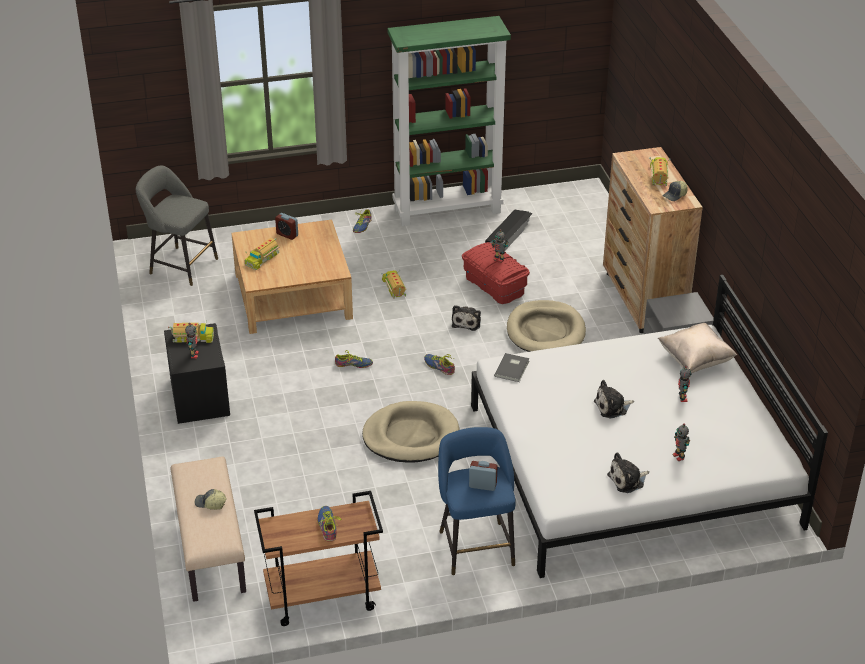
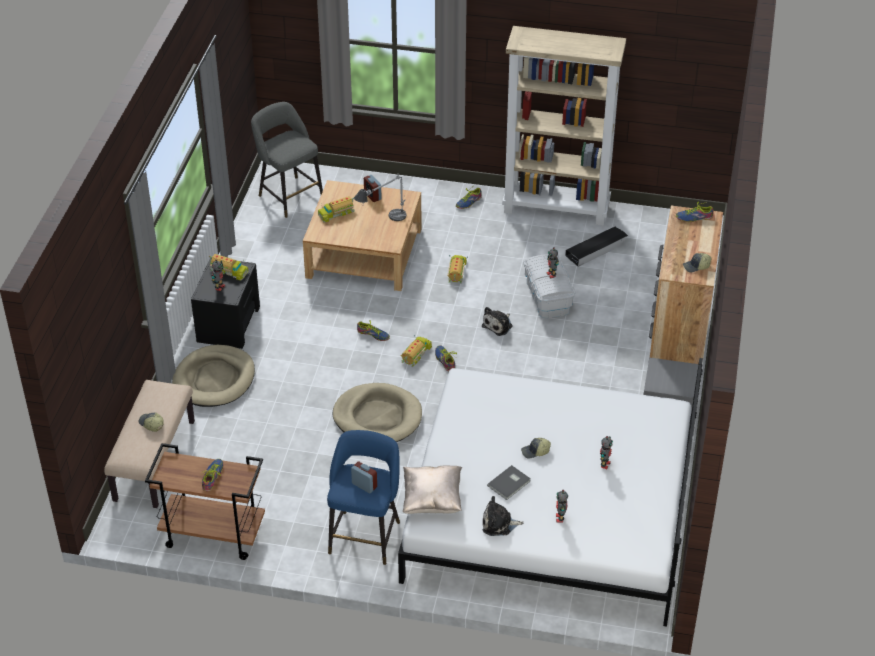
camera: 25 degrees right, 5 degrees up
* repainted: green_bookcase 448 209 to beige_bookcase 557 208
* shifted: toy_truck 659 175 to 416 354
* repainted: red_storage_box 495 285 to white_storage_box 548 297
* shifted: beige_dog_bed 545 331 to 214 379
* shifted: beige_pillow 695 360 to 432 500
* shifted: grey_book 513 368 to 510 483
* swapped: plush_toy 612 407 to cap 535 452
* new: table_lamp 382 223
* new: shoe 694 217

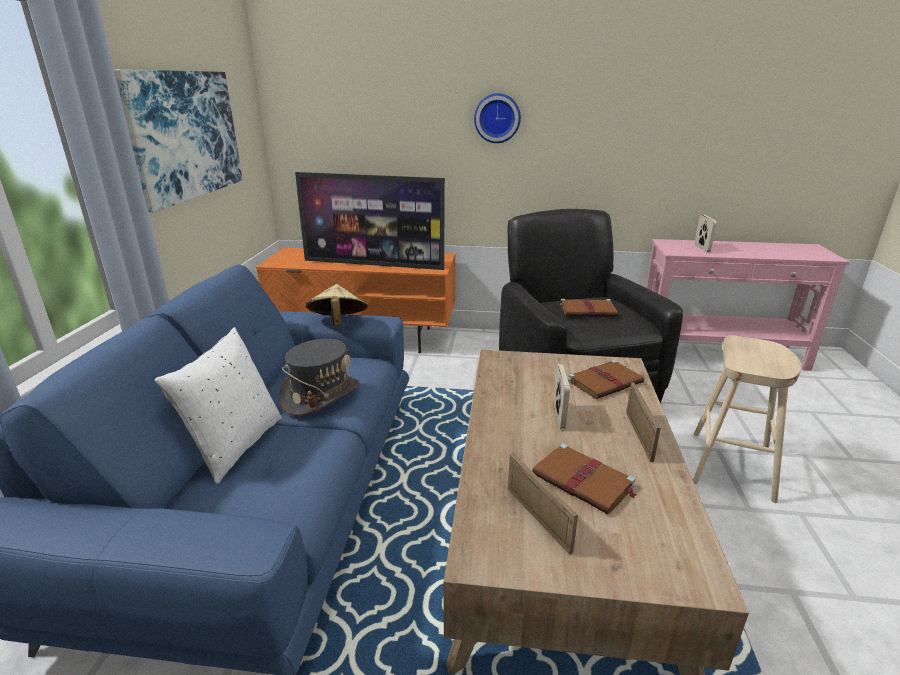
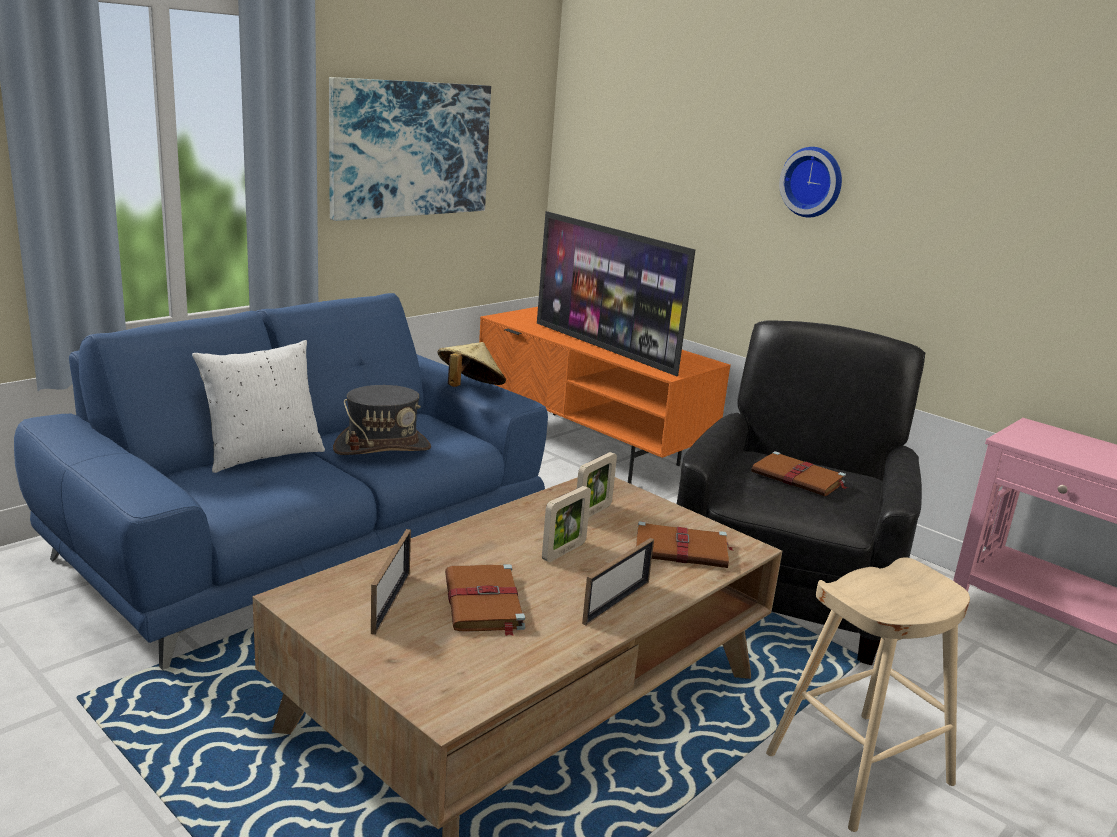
camera: 35 degrees right, 5 degrees down
* shifted: picture_frame 702 248 to 593 512

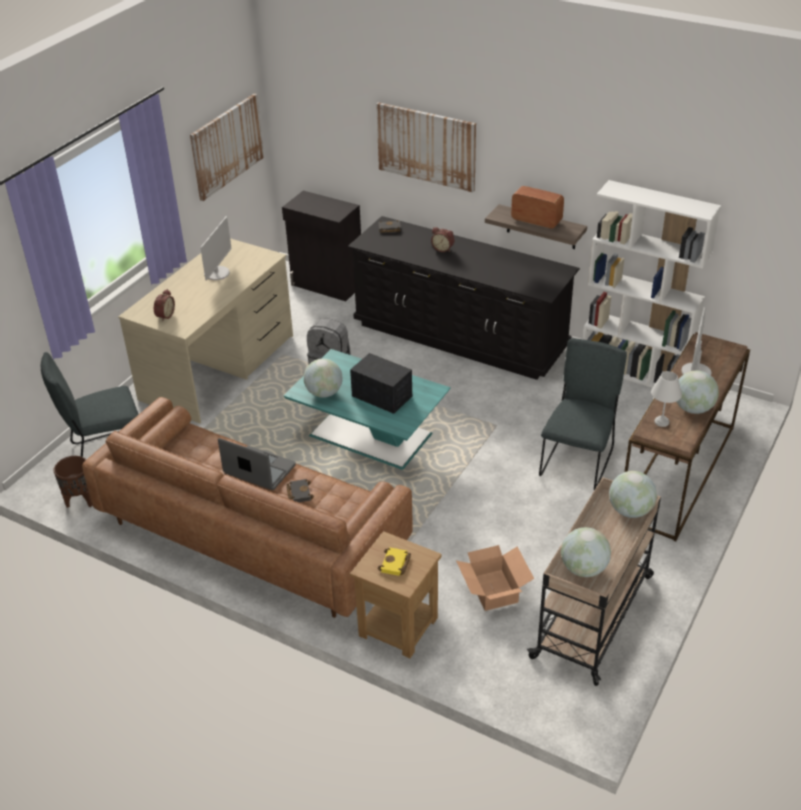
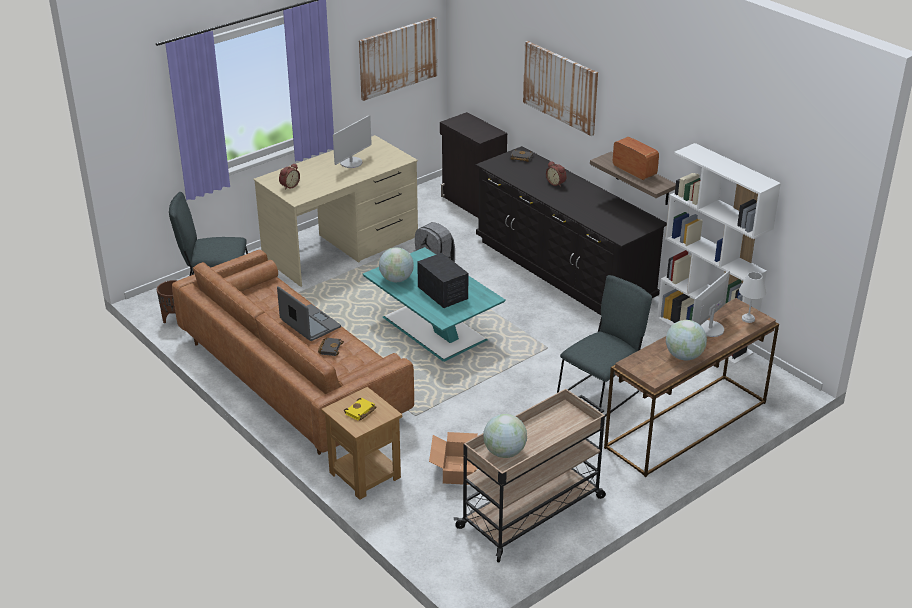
camera: 20 degrees right, 5 degrees down
* shifted: white_table_lamp 661 422 to 747 319
* gone: globe 630 511

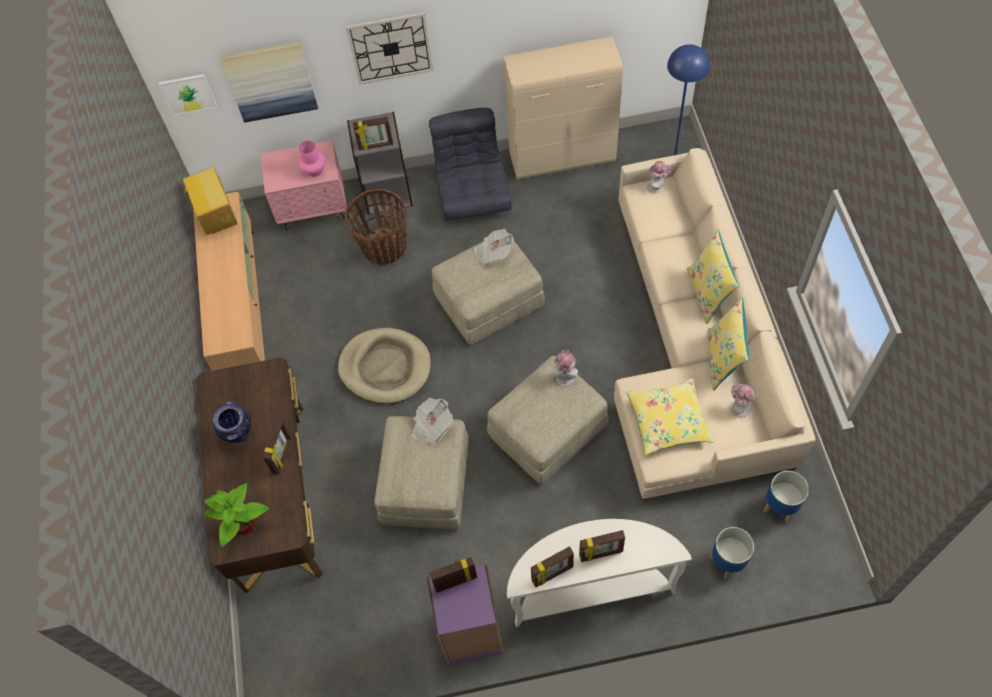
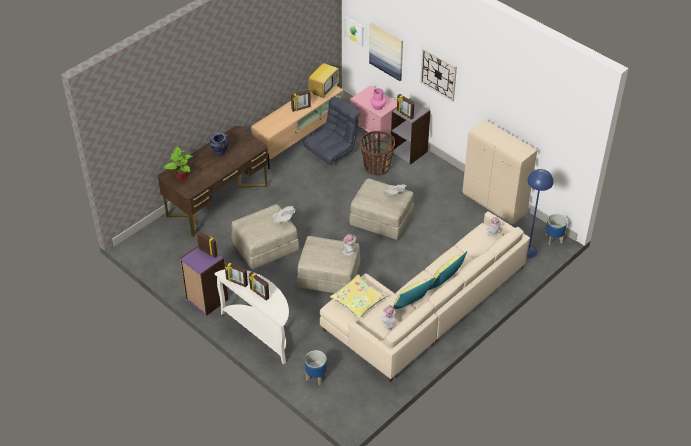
camera: 50 degrees right, 15 degrees down
* shifted: grey_armchair 473 195 to 332 151
* gone: beige_dog_bed 385 367
* shifted: picture_frame 282 456 to 301 108
* shifted: planter 781 506 to 554 239

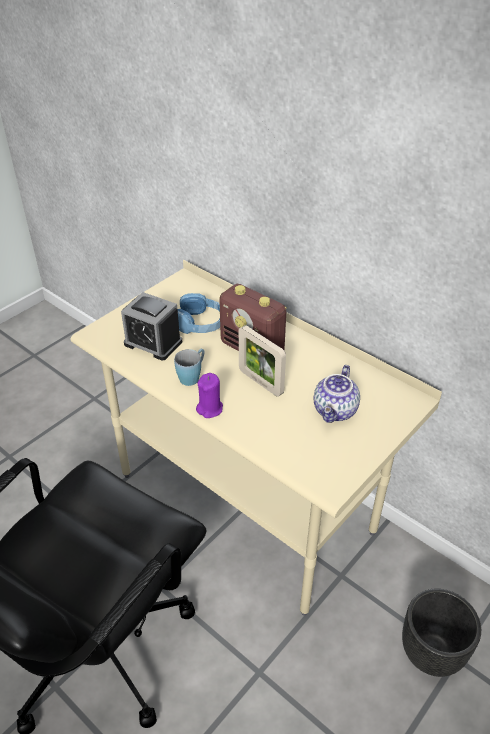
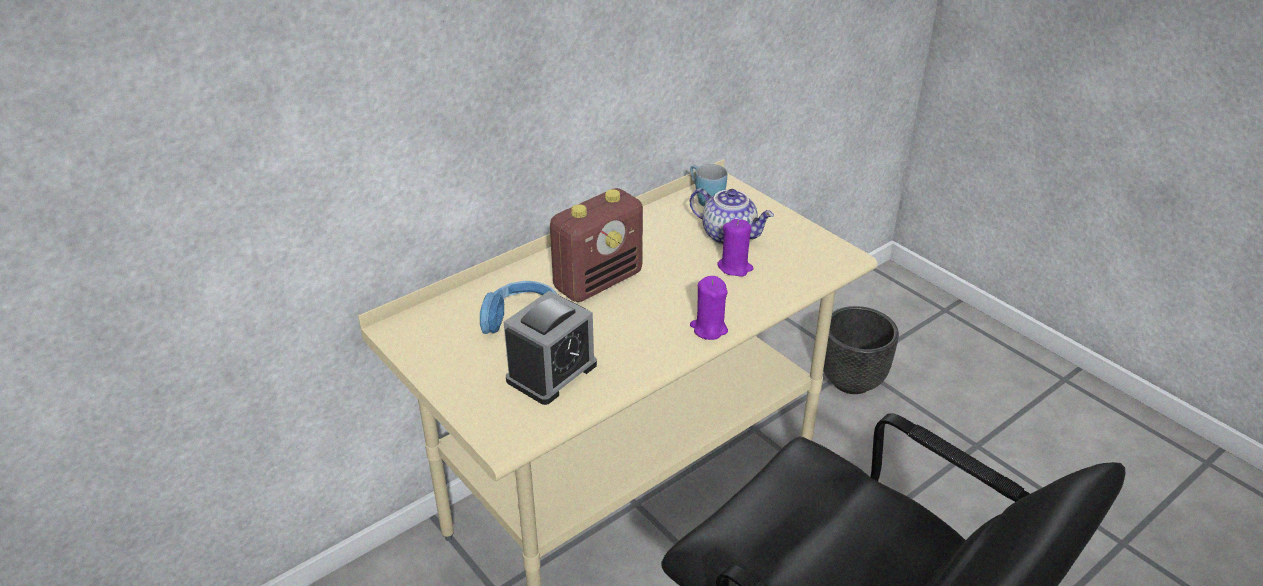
camera: 80 degrees left, 5 degrees down
* gone: picture_frame 260 382
* shifted: blue_mug 192 376 to 705 199
* new: purple_candle 735 267

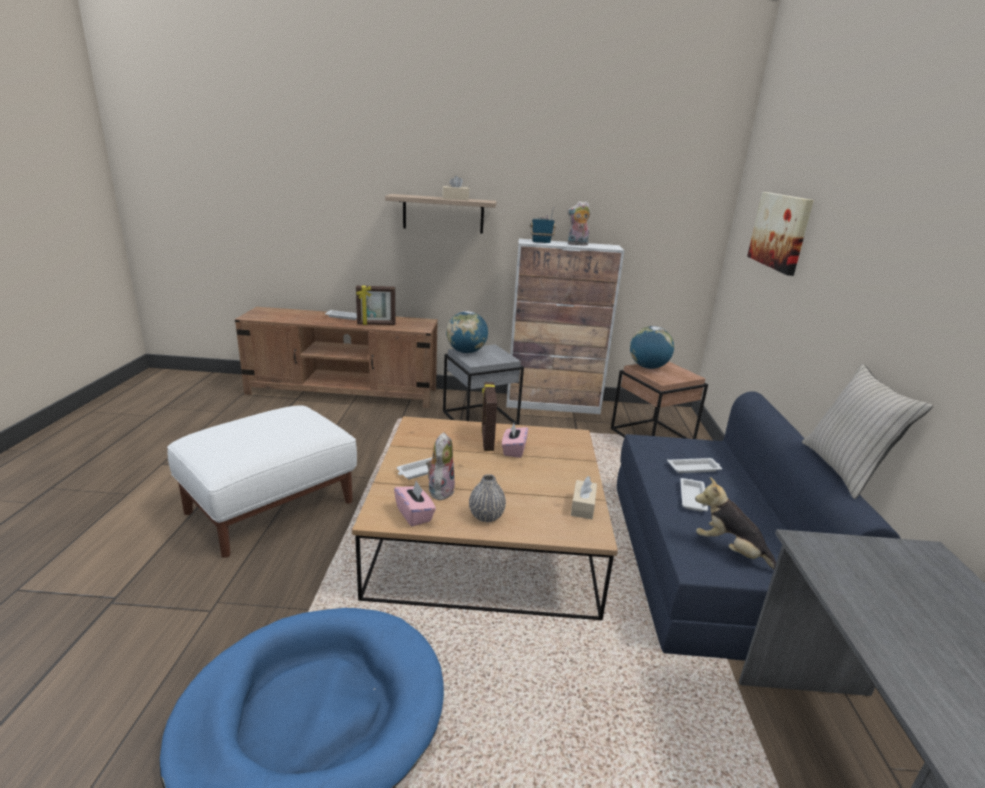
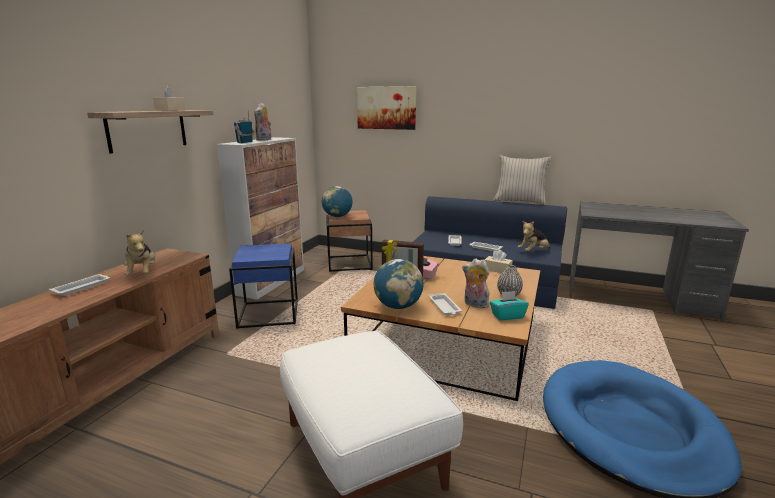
camera: 70 degrees left, 5 degrees down
* swapped: picture_frame 376 324 to plush_toy 142 273
* shifted: globe 466 352 to 398 306
* repainted: grey_side_table 479 419 to blue_side_table 268 314
* repainted: pink_tissue_box 414 515 to turquoise_tissue_box 507 316

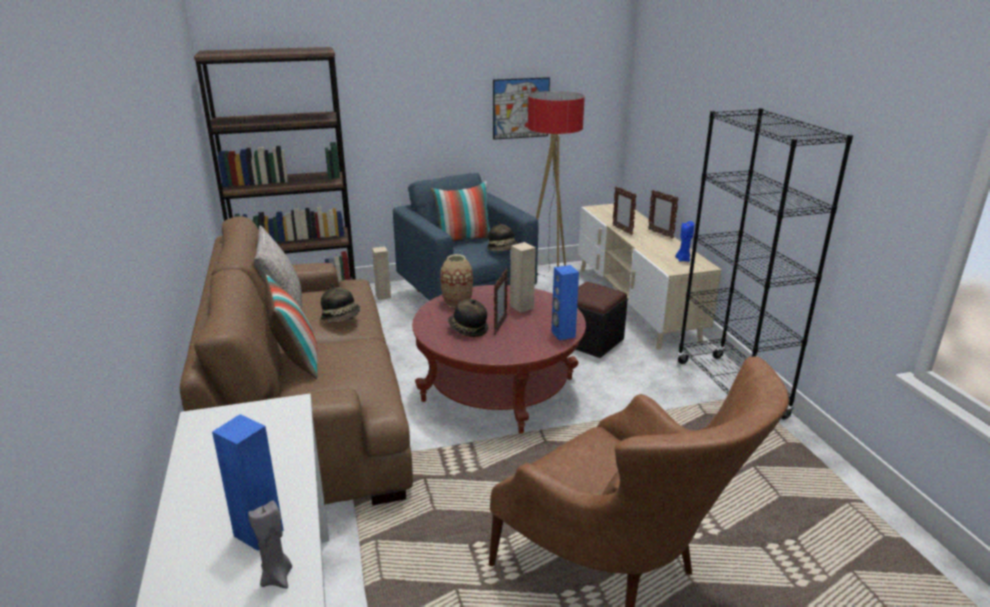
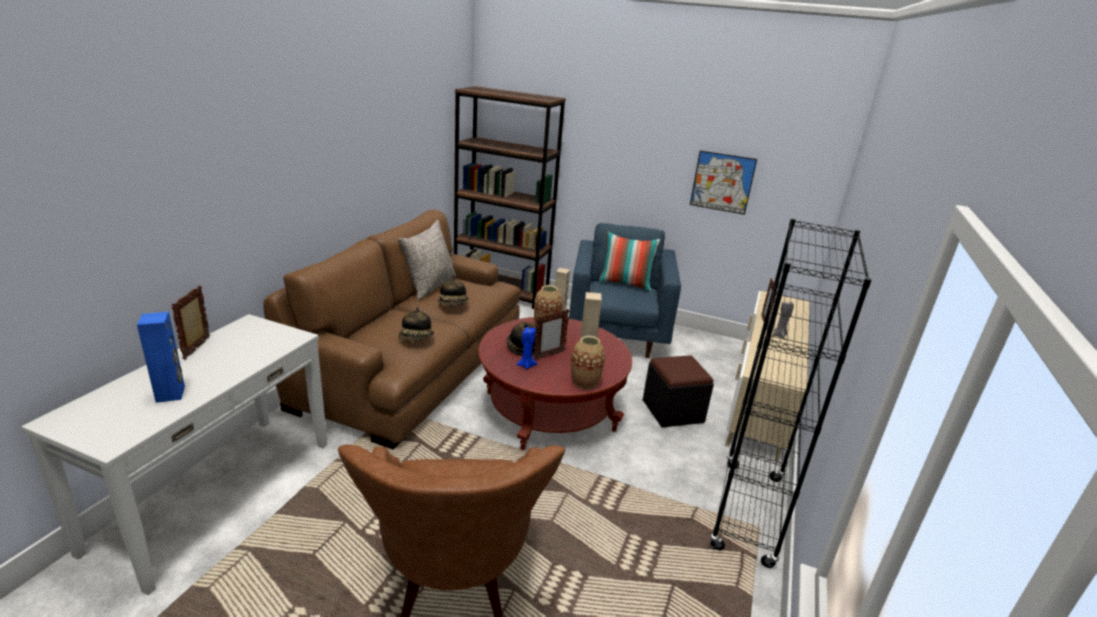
camera: 35 degrees right, 0 degrees up
* gone: floor_lamp 549 278
* shifted: picture_frame 660 234 to 197 348
* shifted: hat 503 249 to 416 339
* shifted: blue_candle 683 260 to 526 365
* swapped: blue_speaker 563 334 to vase 585 382
* gone: pillow 296 362
* shifted: grey_candle 277 577 to 779 335

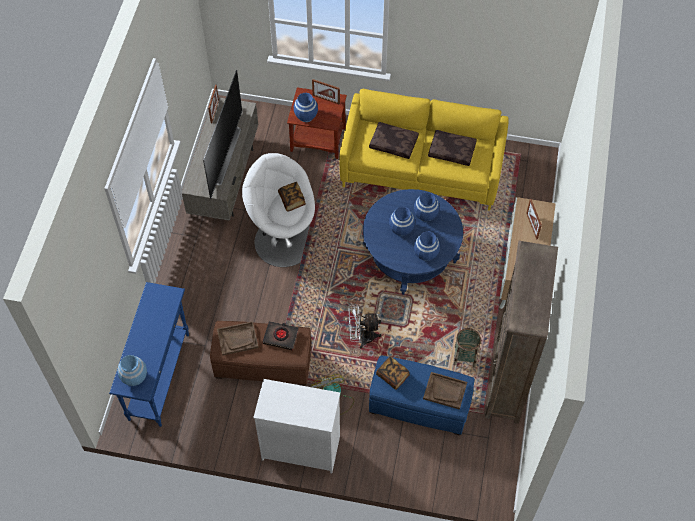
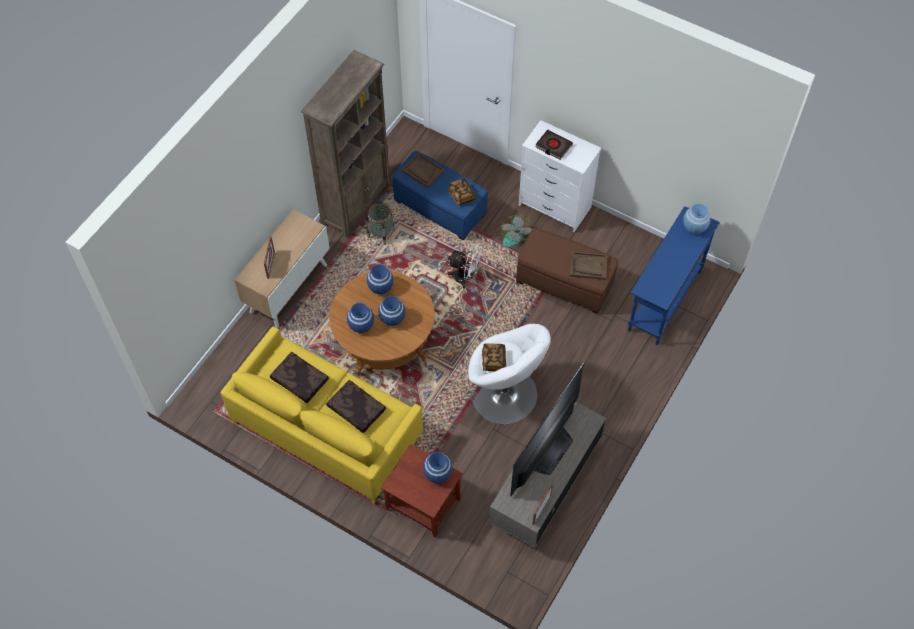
camera: 160 degrees left, 0 degrees up
* gone: picture_frame 326 99
* repainted: blue_coffee_table 410 255 to brown_coffee_table 384 339
* shifted: black_book 281 336 to 553 146

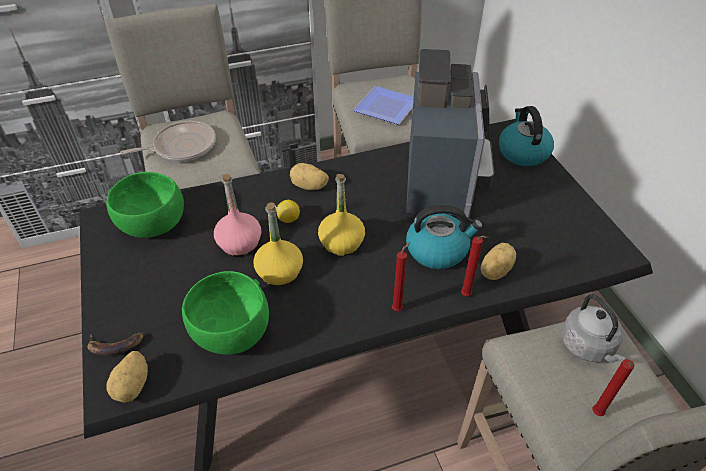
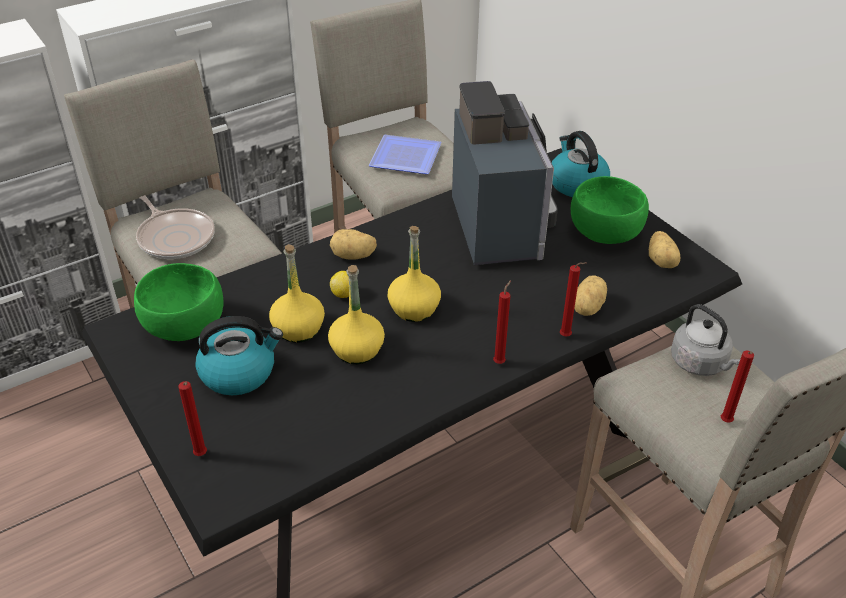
camera: 15 degrees left, 5 degrees down
* rotated: frying_pan 182 146 = 175 237 90 degrees clockwise
* repainted: pink_bottle 240 244 to yellow_bottle 298 329
* shifted: kettle 438 250 to 239 372
* shifted: green_bowl 232 332 to 605 233
* swapped: banana 116 345 to red_candle 201 456
* shifted: potato 133 385 to 662 261

